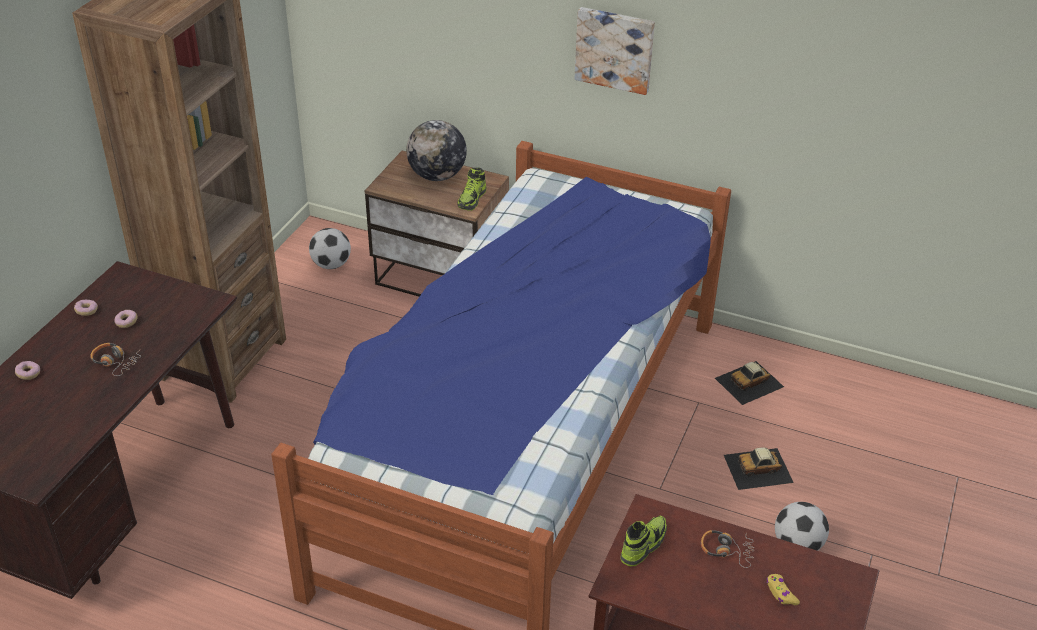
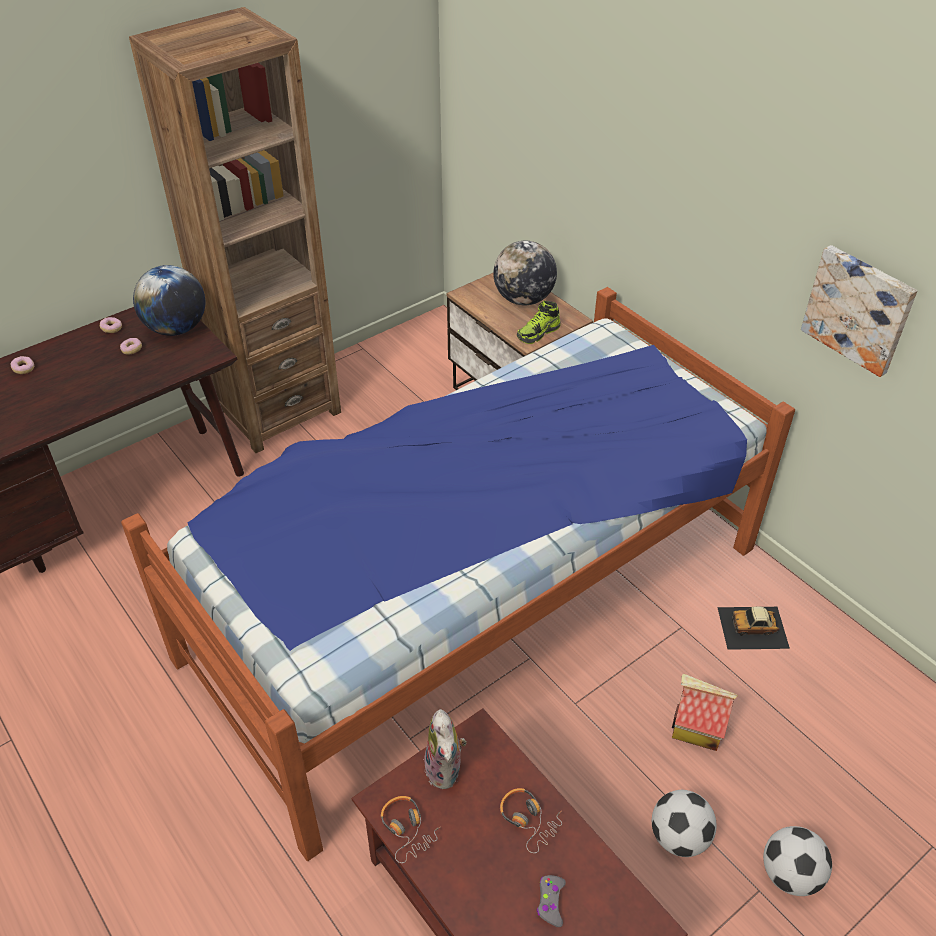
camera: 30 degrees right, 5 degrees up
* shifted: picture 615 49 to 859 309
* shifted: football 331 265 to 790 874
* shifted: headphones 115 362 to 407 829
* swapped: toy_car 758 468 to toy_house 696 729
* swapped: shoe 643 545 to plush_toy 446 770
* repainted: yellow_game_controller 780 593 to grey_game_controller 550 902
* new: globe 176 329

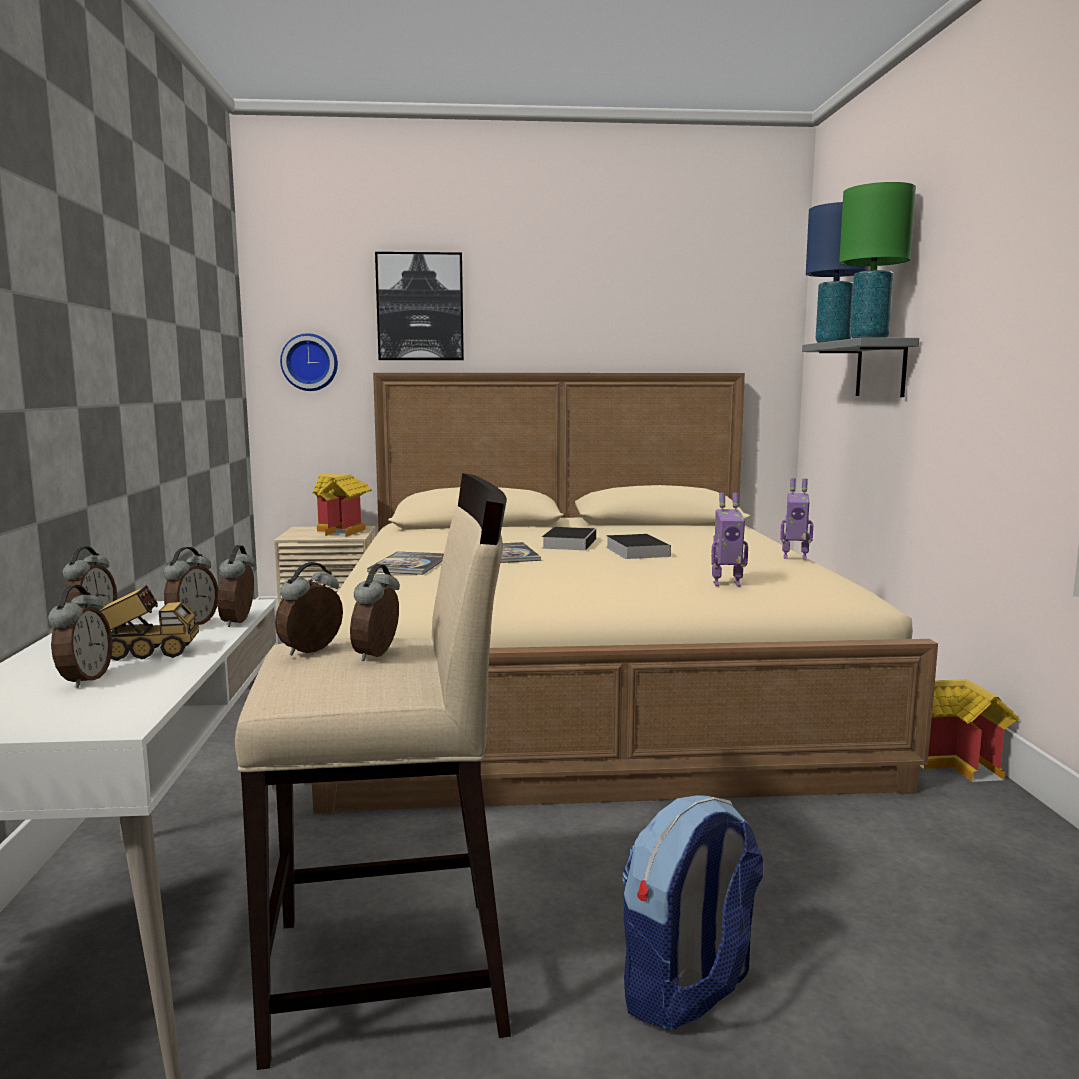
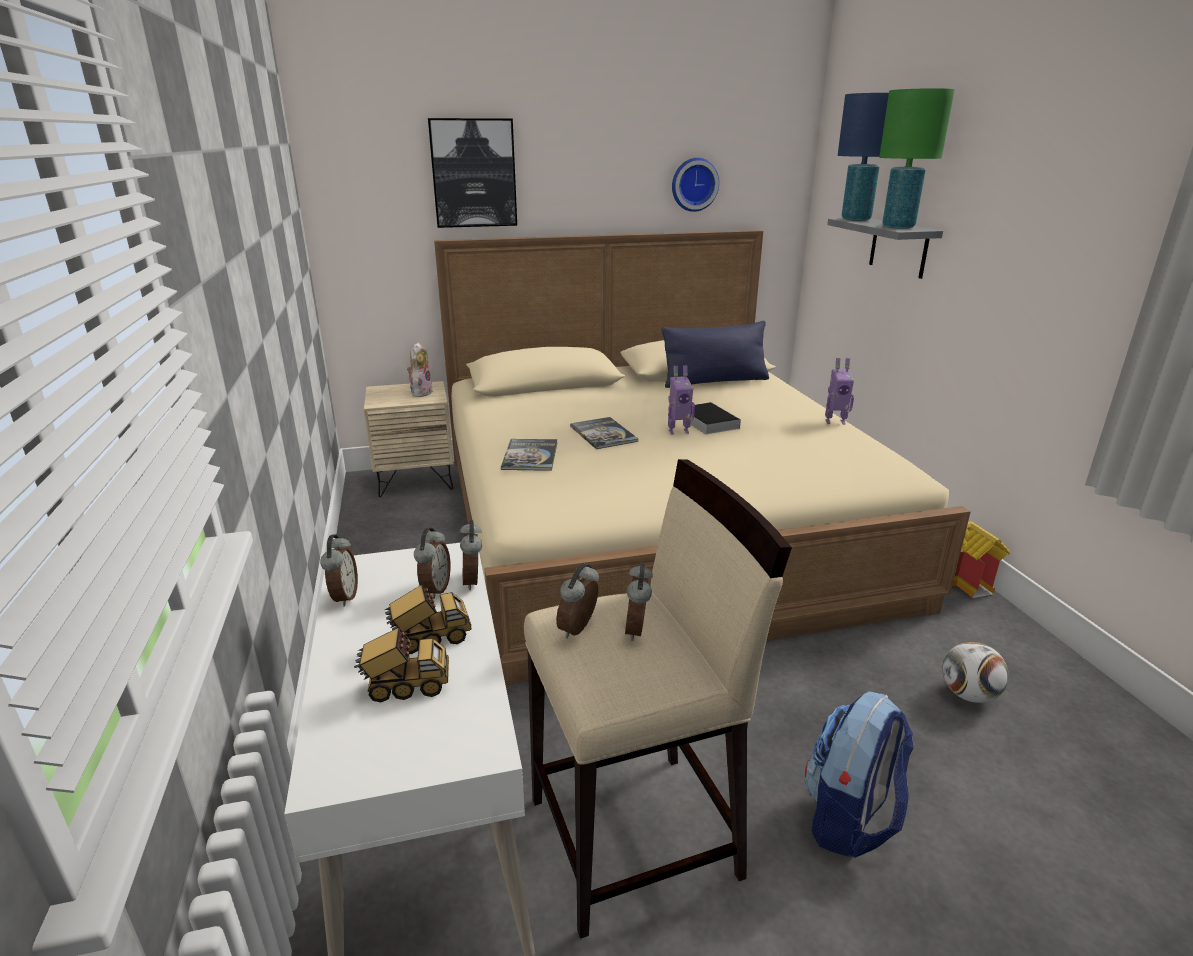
camera: 10 degrees left, 15 degrees up
* shifted: wall_clock 310 362 to 693 184
* swapped: toy_house 344 531 to plush_toy 421 392
* shifted: toy_robot 726 583 to 678 431
* gone: book 569 543
* swapped: alarm_clock 84 679 to toy_truck 406 687
* new: blue_pillow 714 381
* new: football 968 695

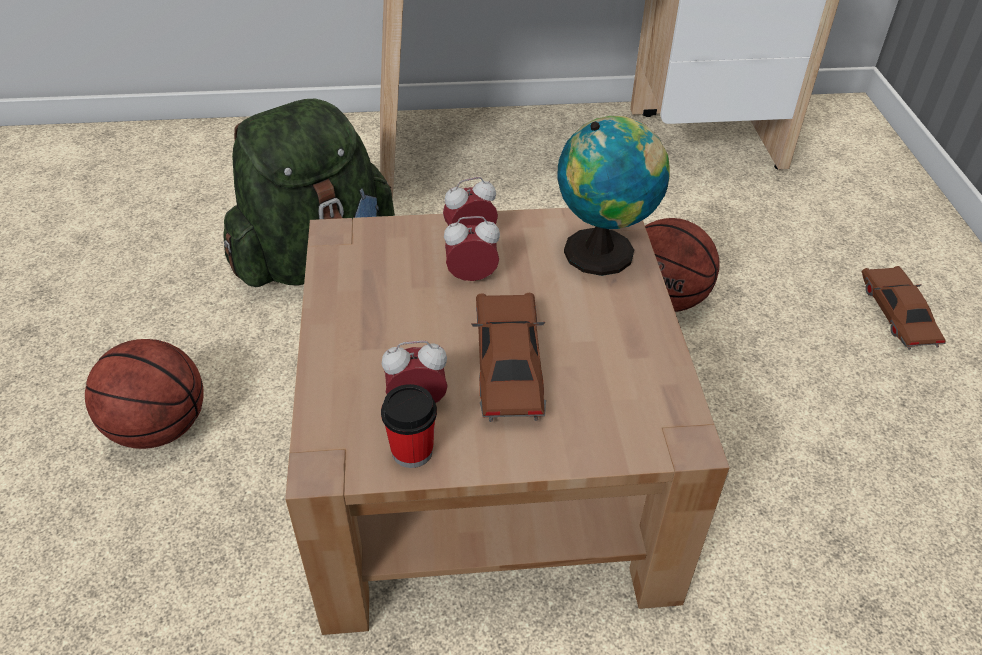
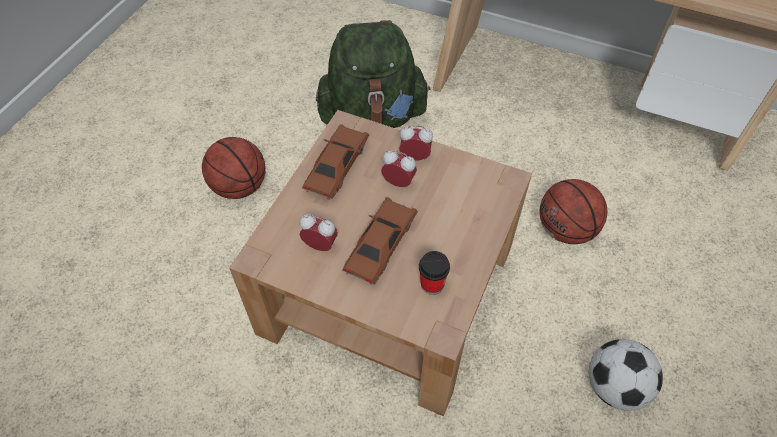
camera: 30 degrees right, 10 degrees up
* gone: globe 604 252
* shifted: brown_toy_car 897 315 to 336 167
* shifted: cup 412 451 to 432 284
* new: football 615 387

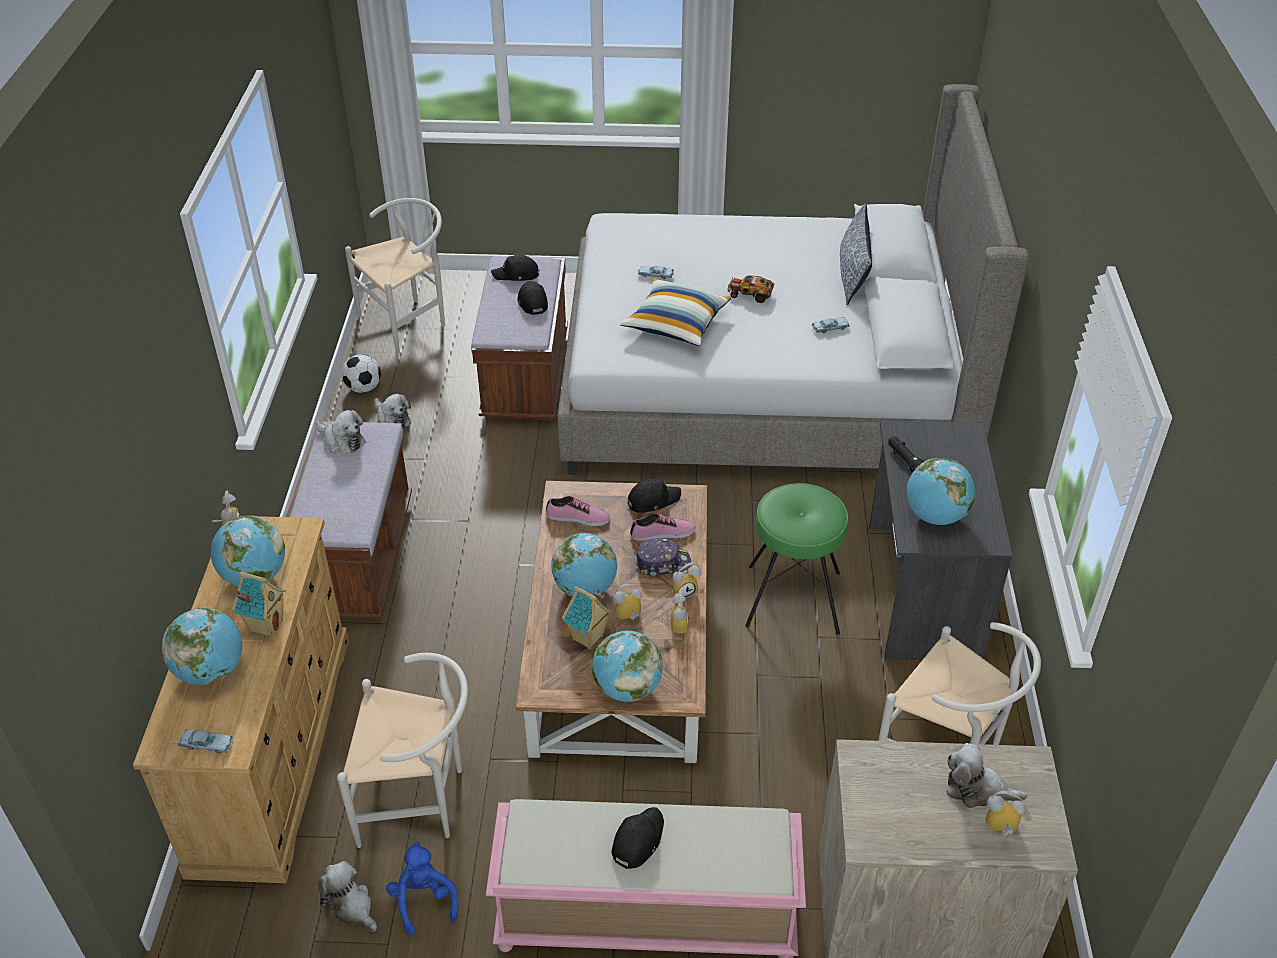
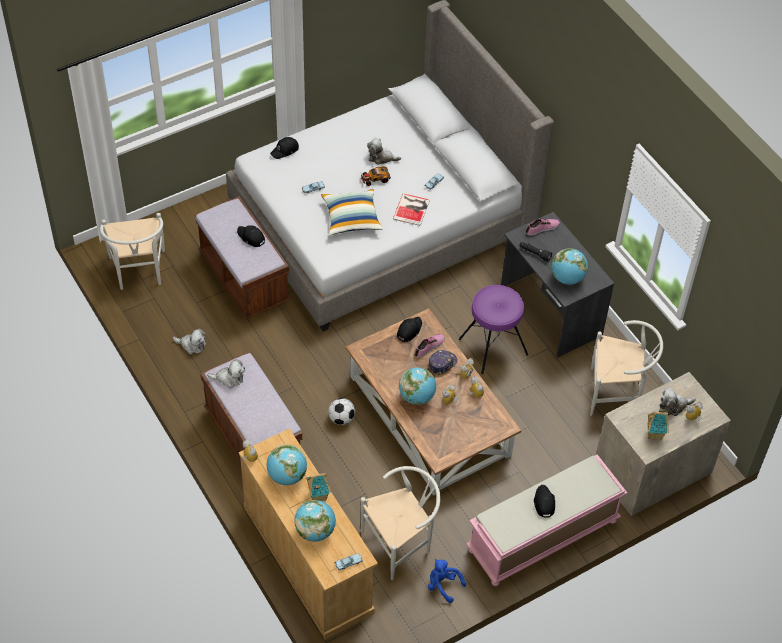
camera: 35 degrees left, 10 degrees up
* rotated: white_chair 409 321 = 139 273 150 degrees clockwise
* gone: pillow 852 272
* shifted: black_cap 516 274 to 285 150
* shifted: football 364 388 to 341 418
* repainted: green_stool 793 598 to purple_stool 493 346
* shifted: shoe 578 518 to 542 229
* shifted: toy_house 588 638 to 655 434
* gone: globe 627 688
* shifted: plush_toy 350 906 to 381 157
* new: book 412 209

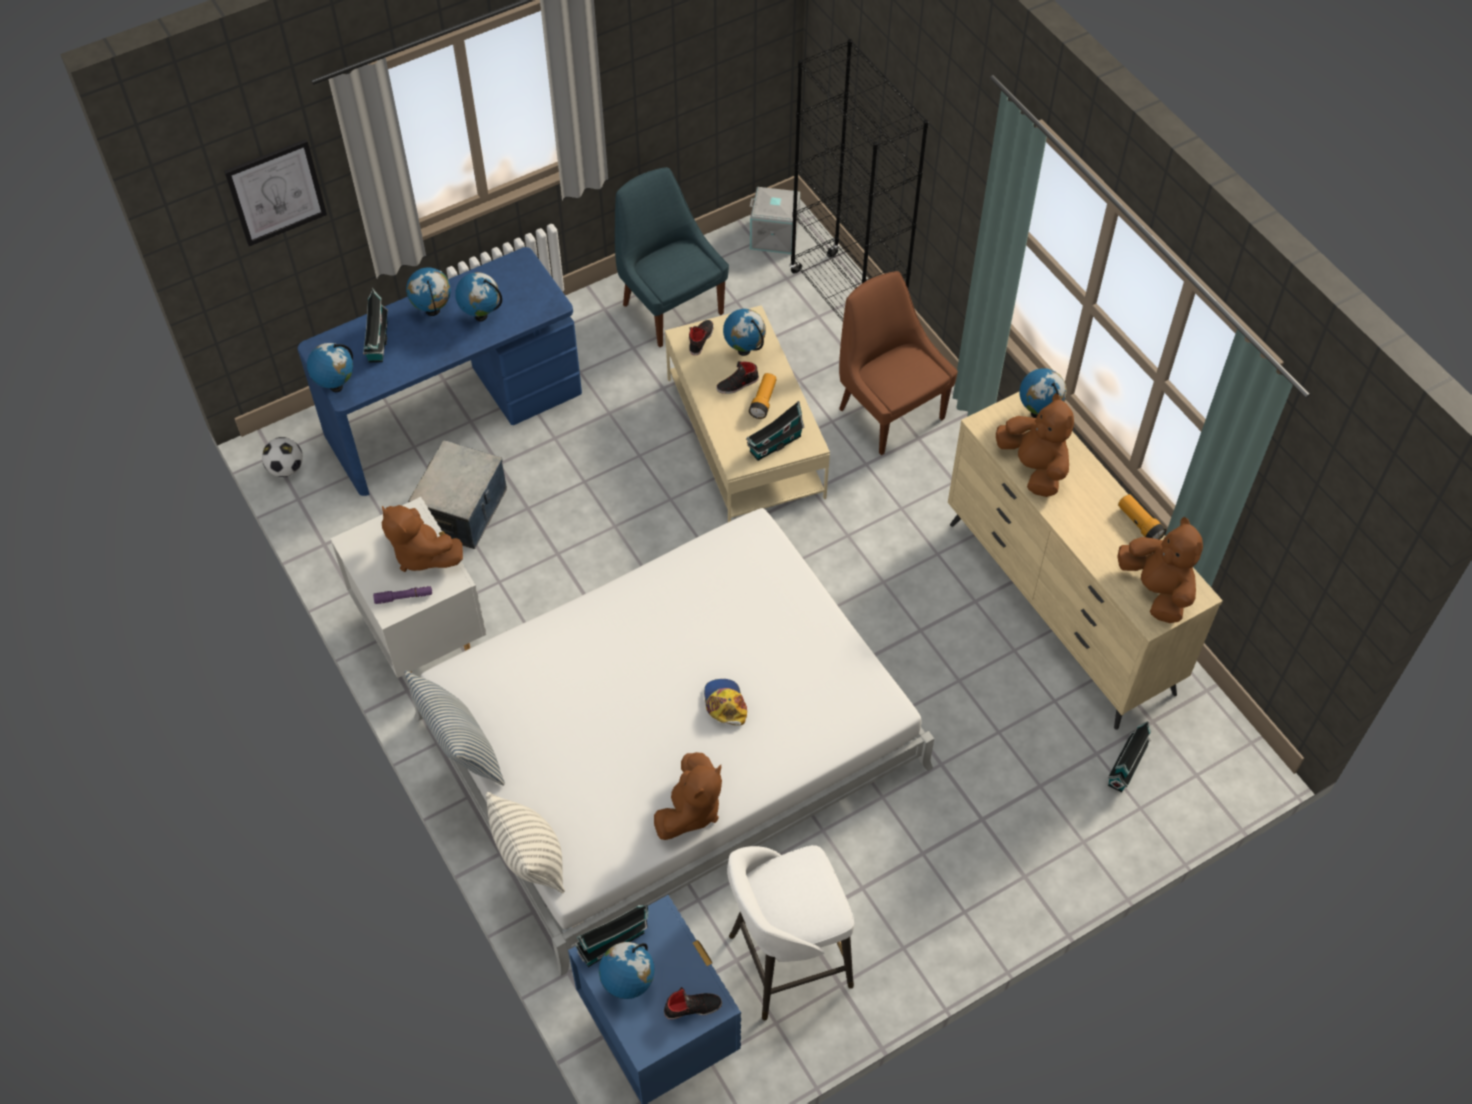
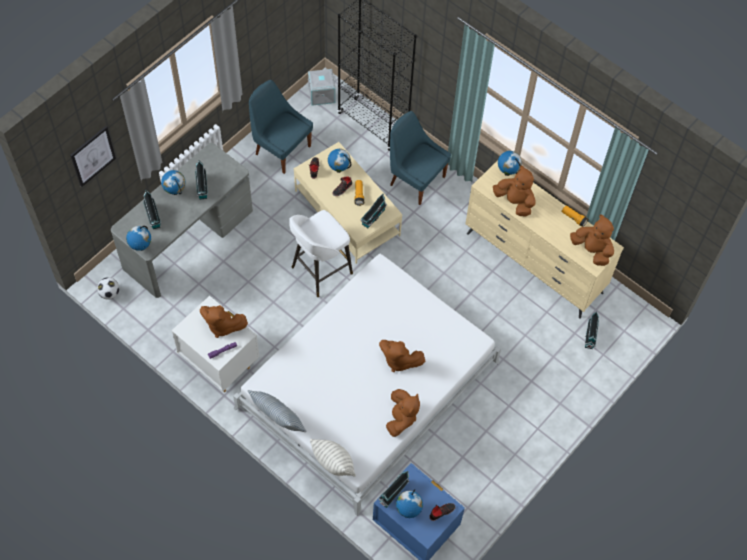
camera: 20 degrees left, 5 degrees up
* repainted: blue_desk 453 413 to grey_desk 188 239
* repainted: brown_chair 888 411 to blue_chair 415 179
* swapped: globe 481 315 to toy_house 202 188
* gone: storage_box 463 511
* swapped: cap 725 704 to brown_plush_toy 399 360
* shifted: white_stool 786 962 to 320 271

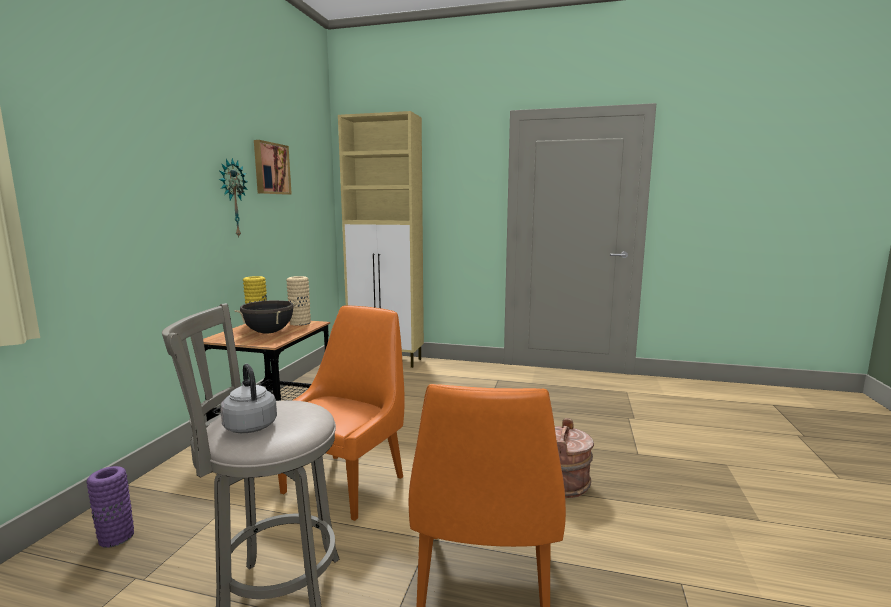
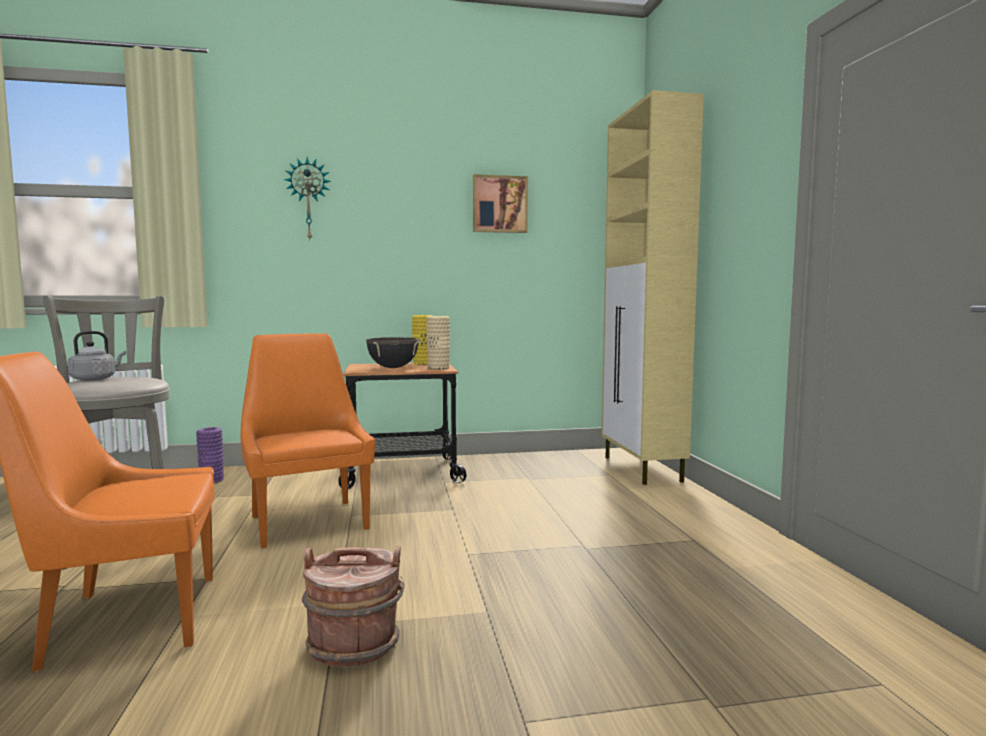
camera: 65 degrees right, 5 degrees down
* shifted: wall_clock 232 198 to 308 199
* rotated: orange_chair 347 482 = 308 521 120 degrees counterclockwise

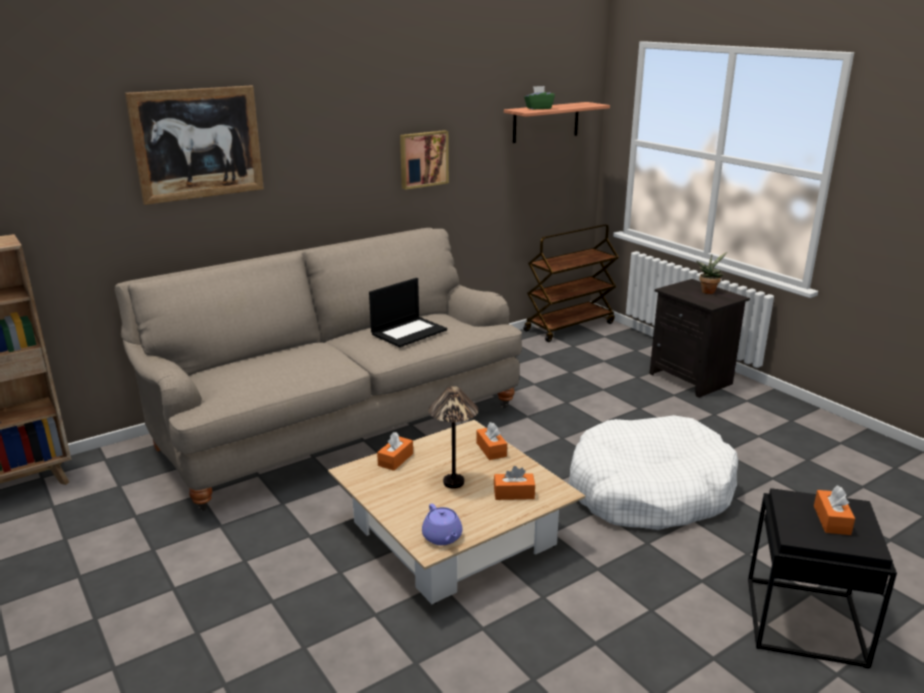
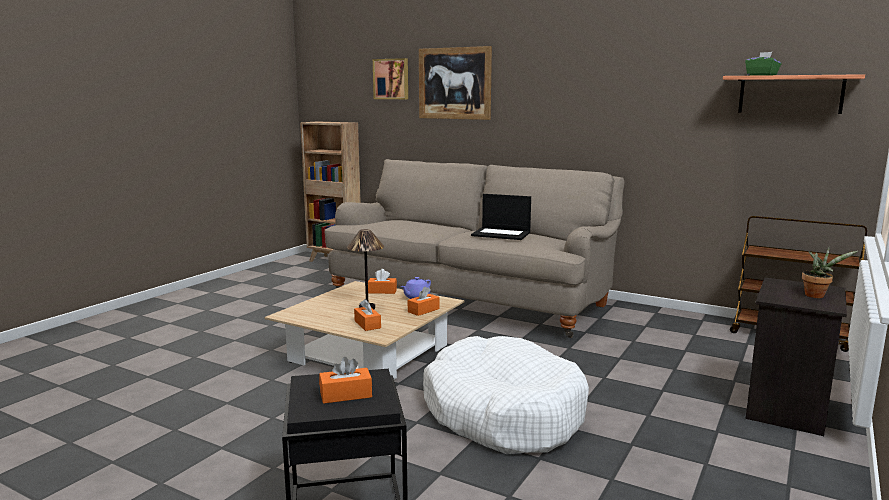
camera: 65 degrees right, 10 degrees down
* shifted: picture 423 159 to 391 79
* shifted: purple_teapot 442 537 to 416 297

